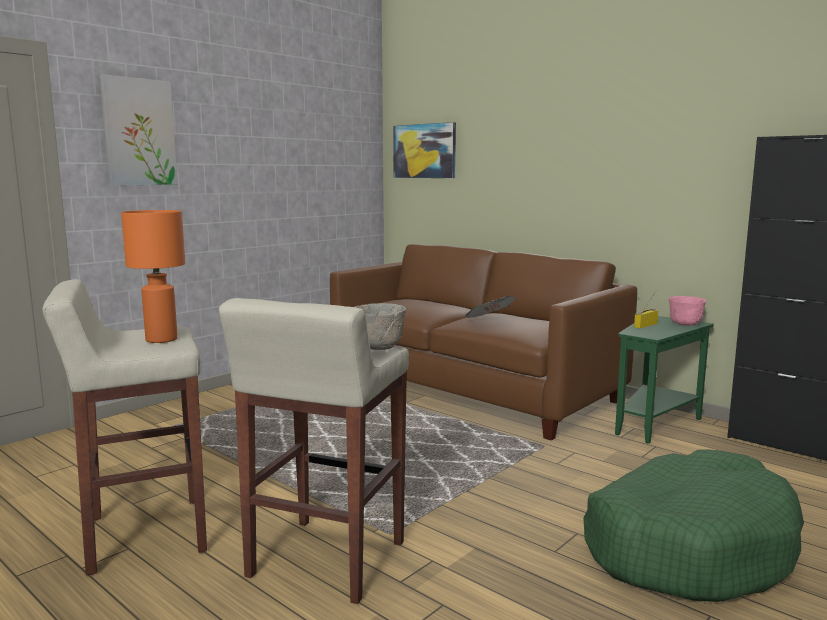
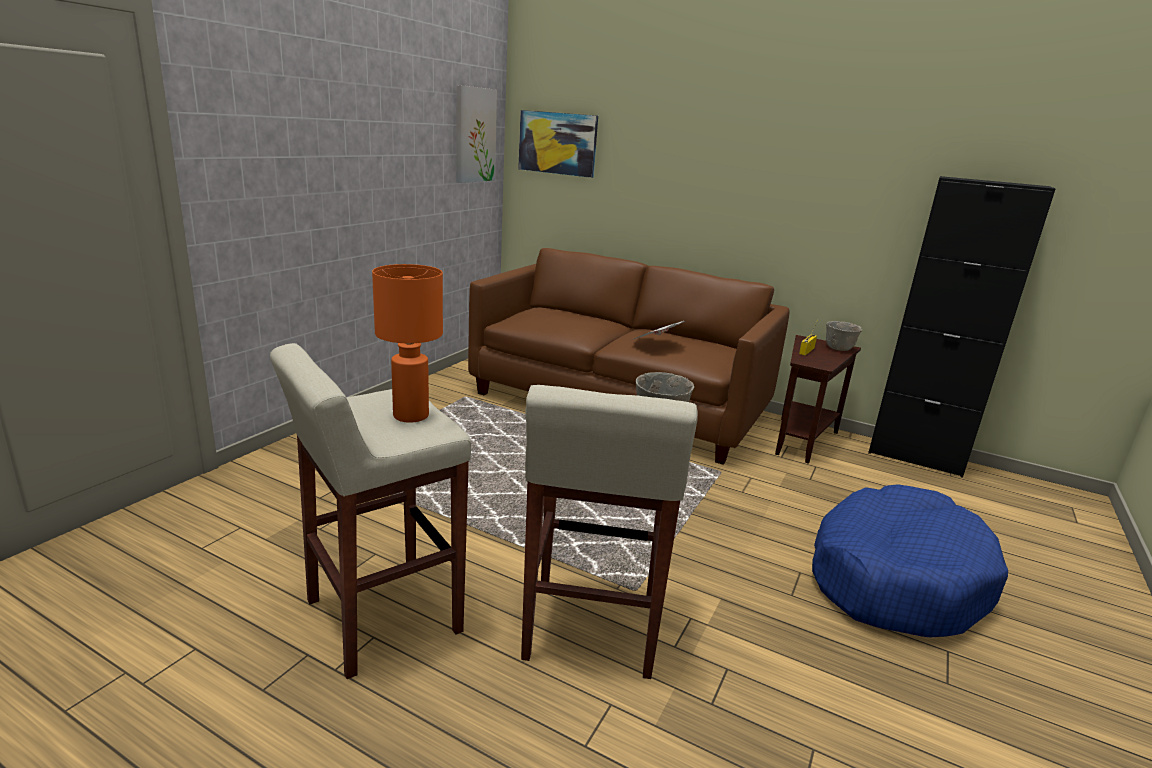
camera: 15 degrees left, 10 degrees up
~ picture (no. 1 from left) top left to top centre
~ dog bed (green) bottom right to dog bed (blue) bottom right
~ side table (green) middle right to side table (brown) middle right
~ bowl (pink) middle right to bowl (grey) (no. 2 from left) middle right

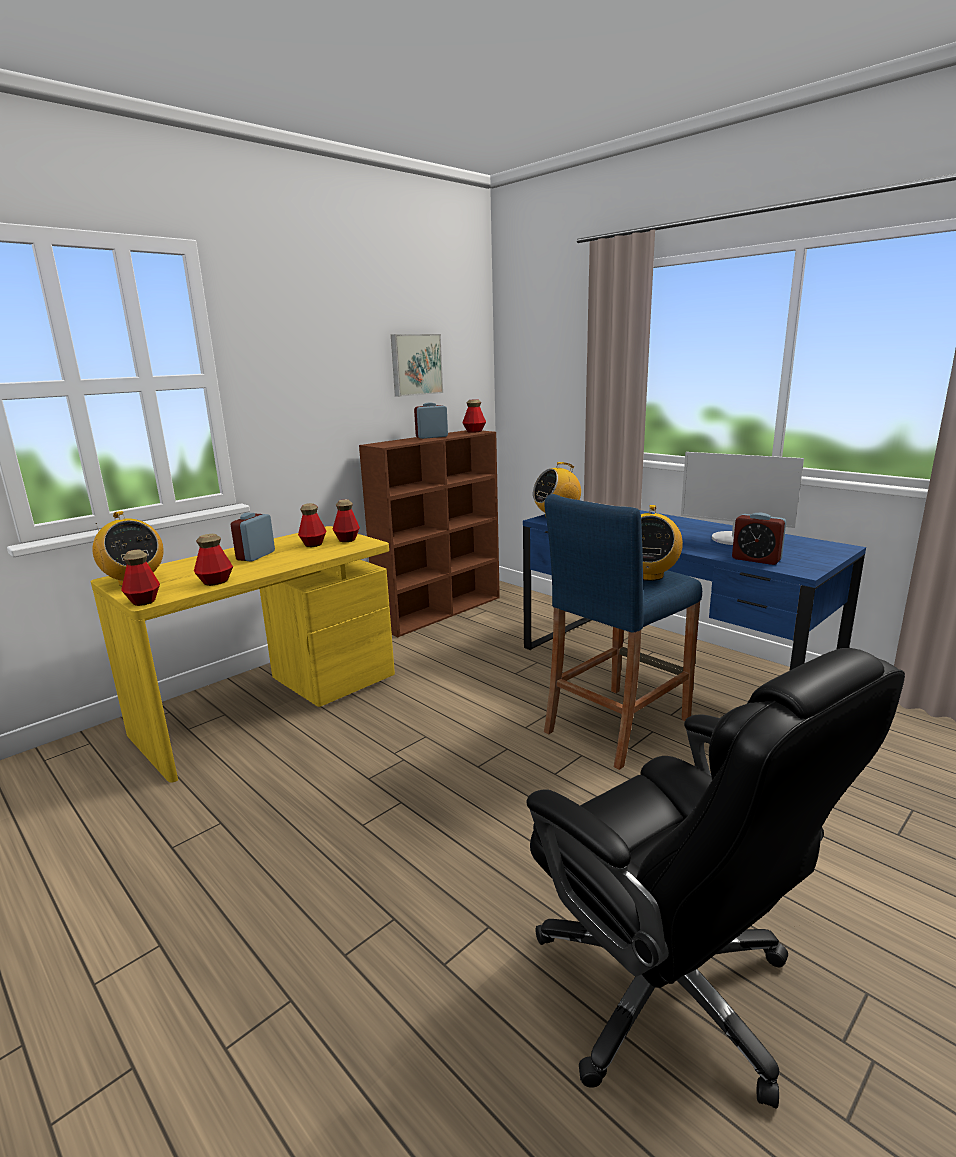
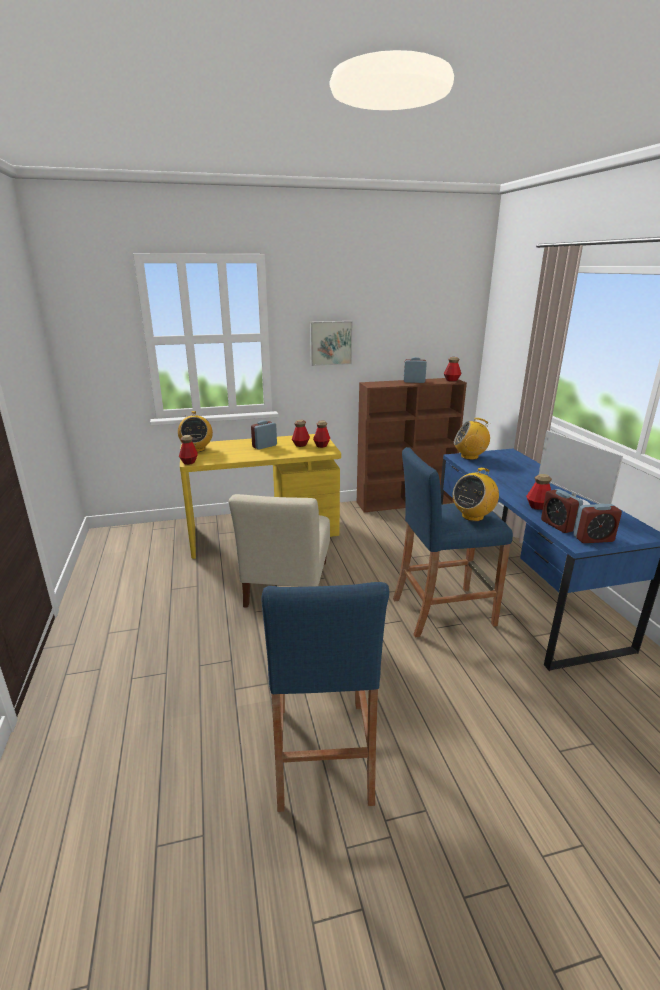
camera: 30 degrees right, 5 degrees up
+ chair (beige) centre
+ alarm clock (no. 4 from left) middle right
~ bottle (no. 2 from left in the first image) middle left to bottle (no. 5 from left) middle right
~ picture top centre to centre
~ office chair (black) bottom right to stool (blue) (no. 1 from left) bottom centre

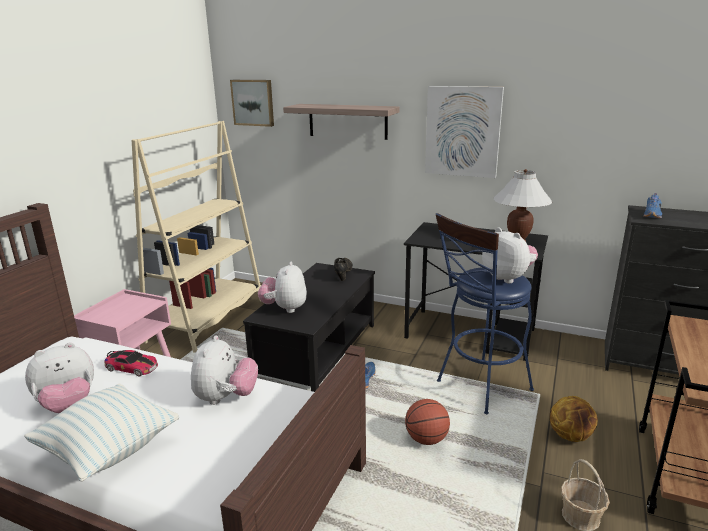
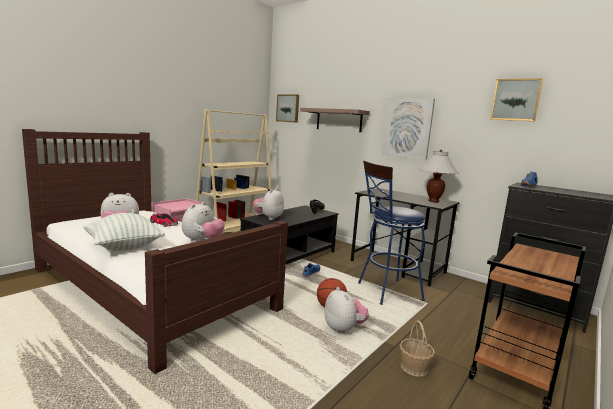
camera: 15 degrees right, 10 degrees down
- basketball (no. 2 from left) bottom right
+ picture (no. 3 from left) top right
~ plush toy (no. 4 from left) middle right to bottom centre

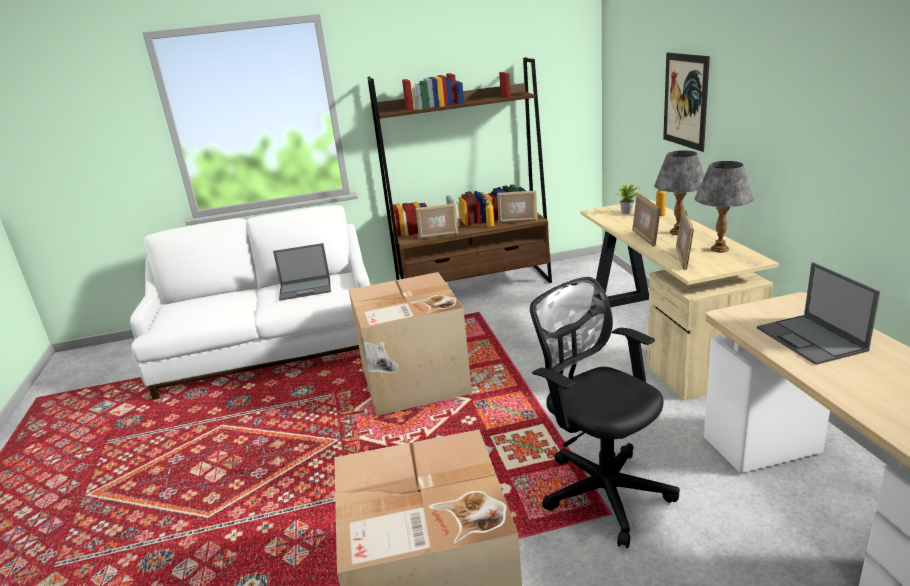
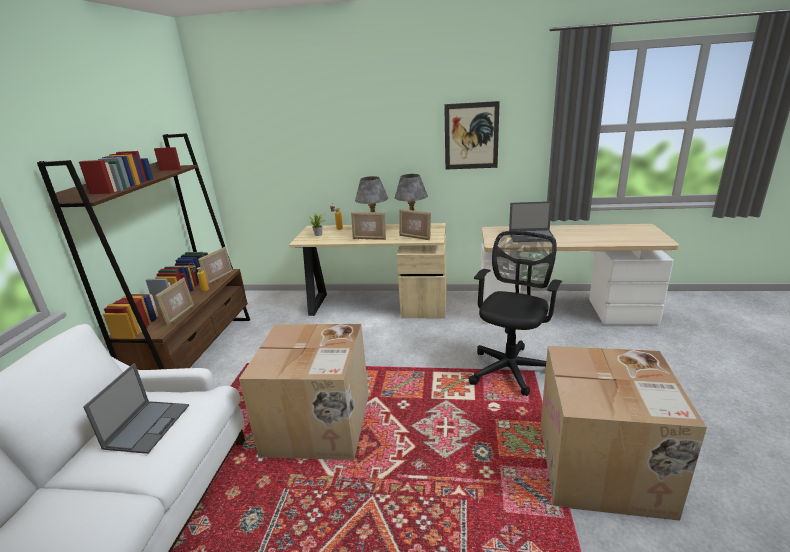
camera: 70 degrees left, 0 degrees up
~ picture top right to top centre
~ office chair (black) bottom centre = centre 135 degrees clockwise

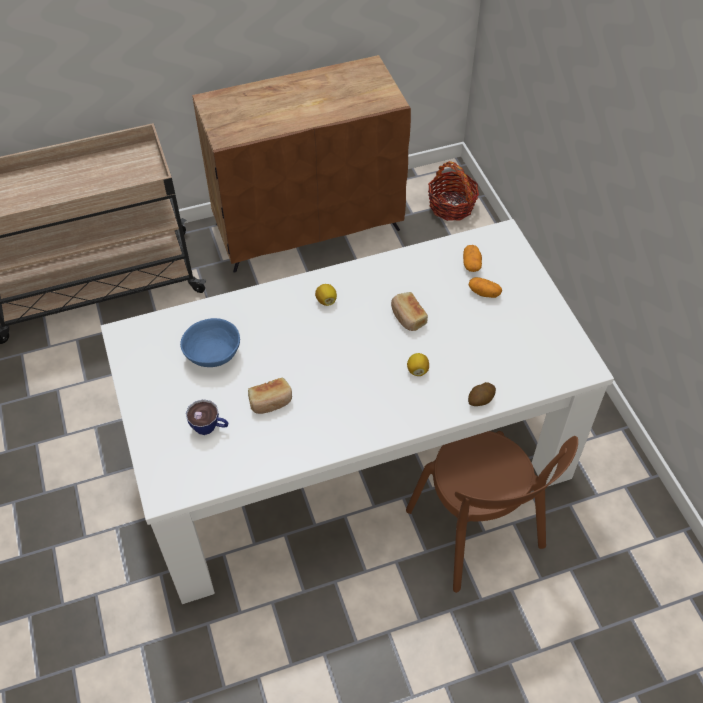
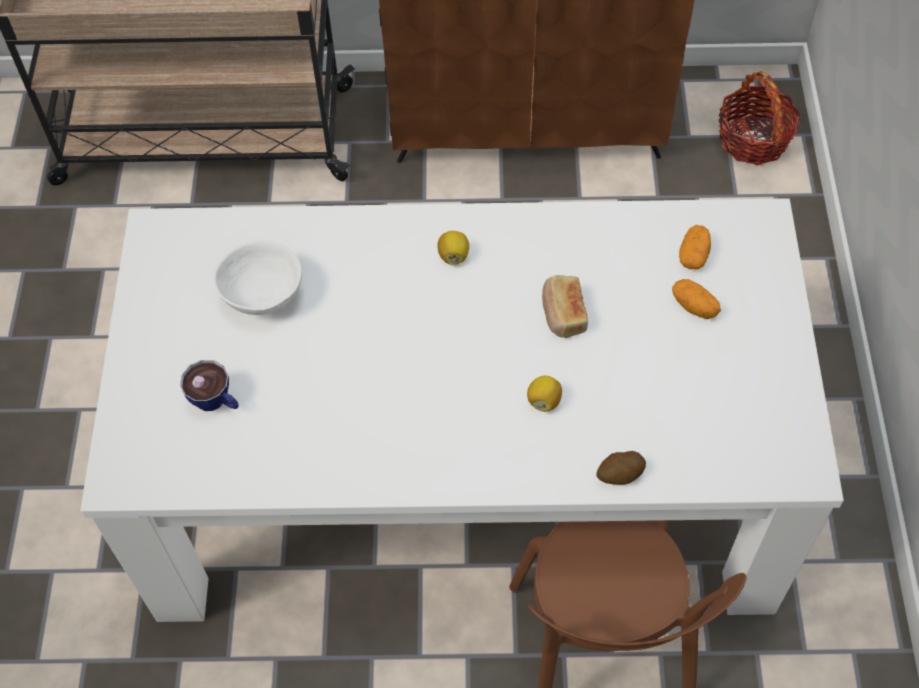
camera: 20 degrees right, 5 degrees up
- bread (no. 1 from left) centre
~ bowl (blue) middle left to bowl (white) middle left

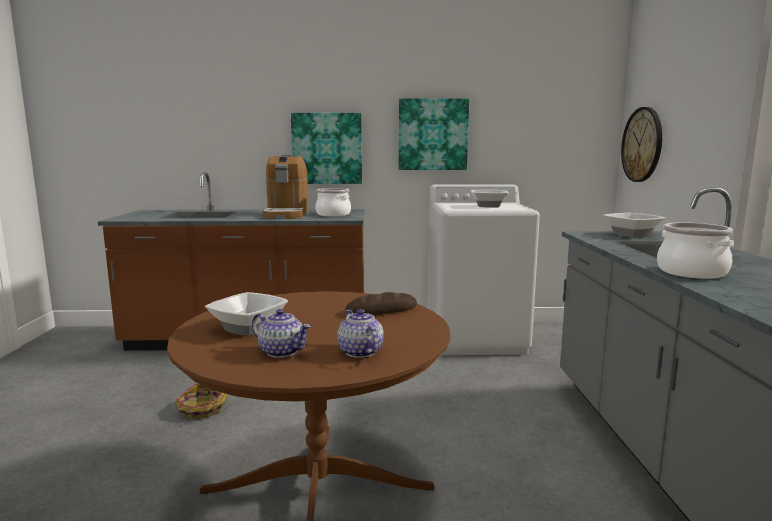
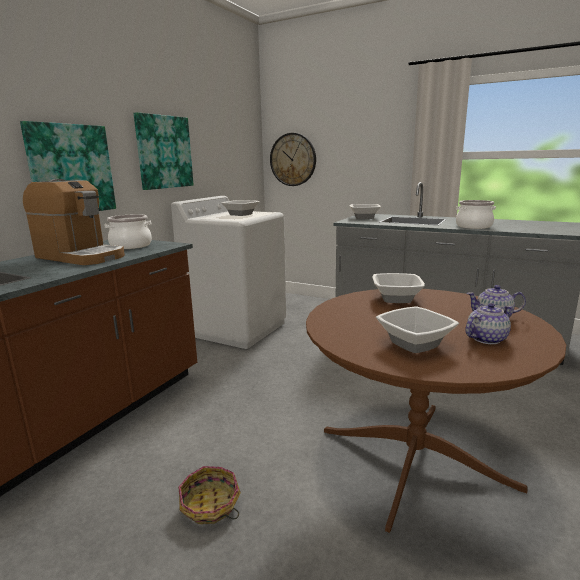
camera: 60 degrees left, 5 degrees up
~ bread centre to bowl (no. 3 from left) middle right

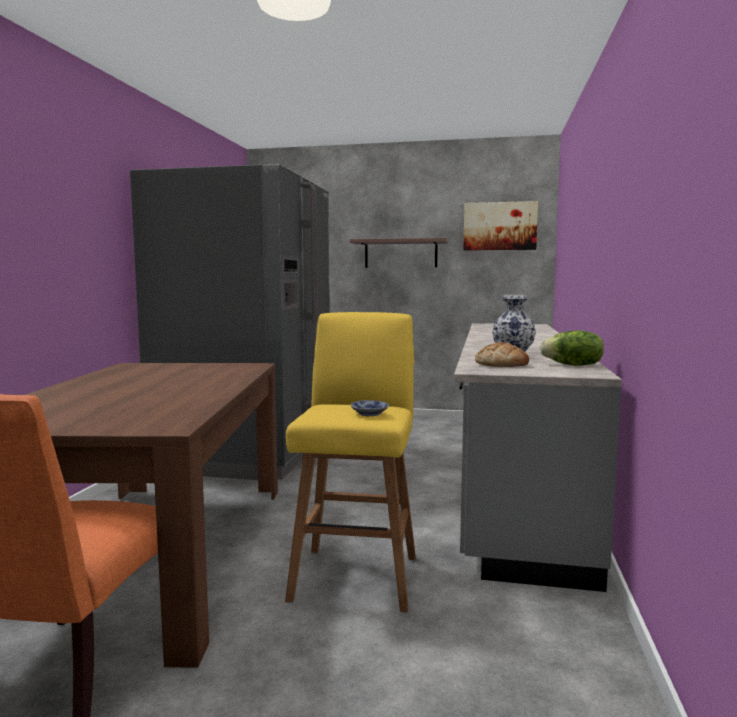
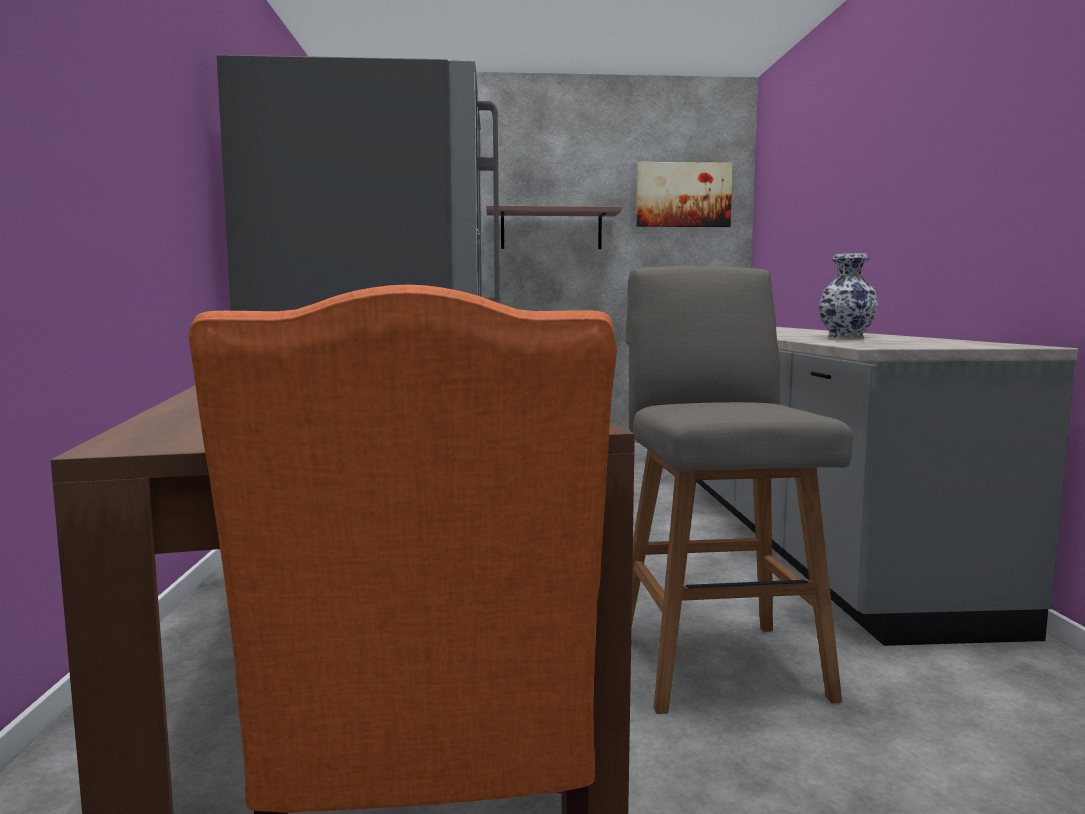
camera: 15 degrees left, 0 degrees up
- bowl centre
- bread middle right
- lettuce middle right
~ stool (yellow) centre to stool (grey) middle right

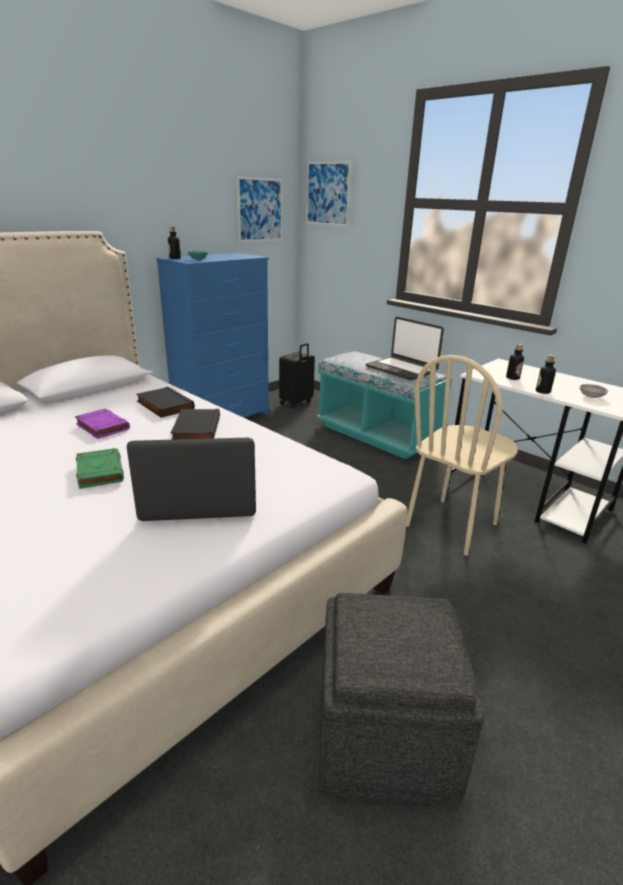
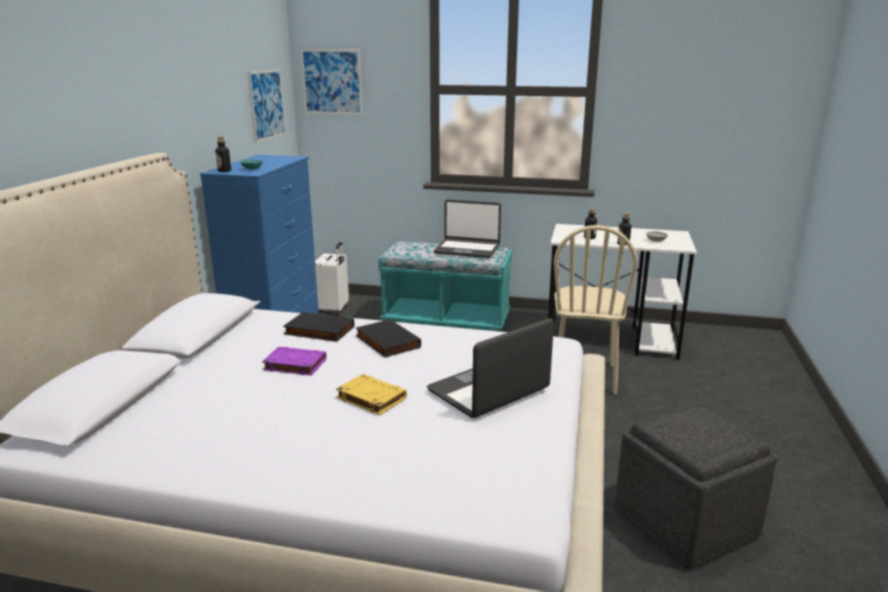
camera: 30 degrees left, 5 degrees down
~ book (green) middle left to book (yellow) centre
~ suitcase (black) centre to suitcase (white) centre

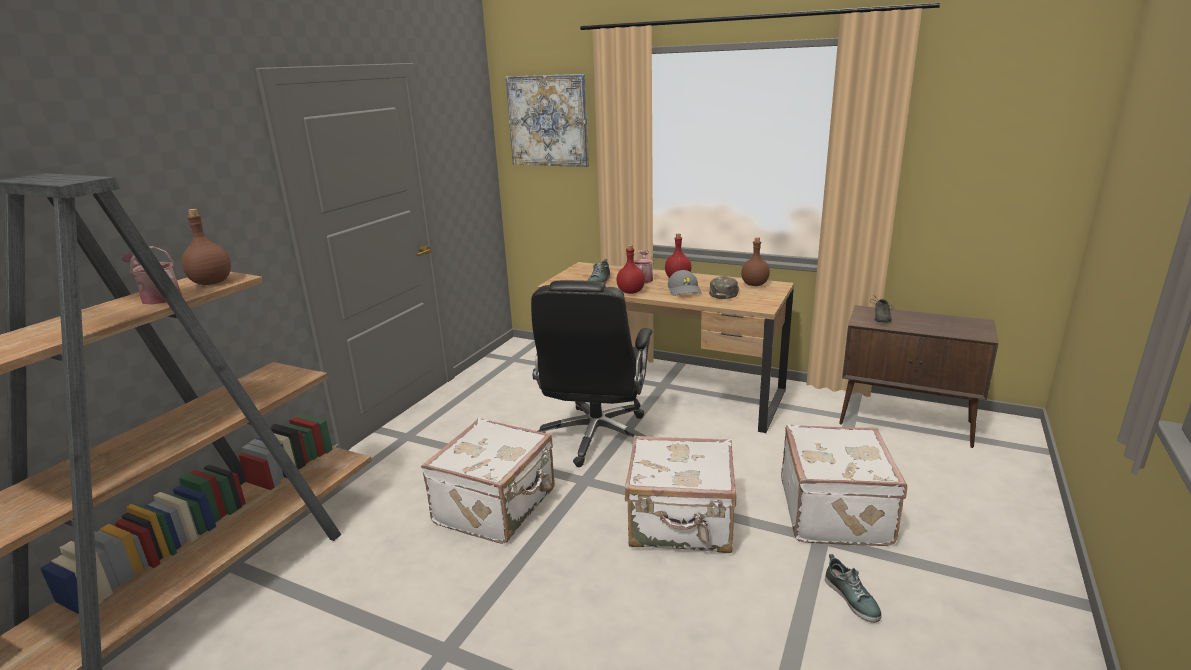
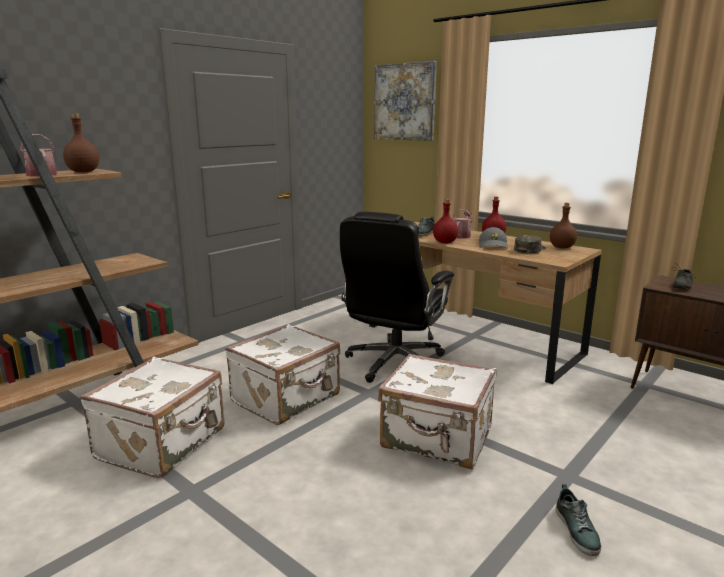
camera: 15 degrees right, 5 degrees down
~ suitcase (white) (no. 3 from left in the first image) bottom right to suitcase (white) (no. 1 from left) bottom left

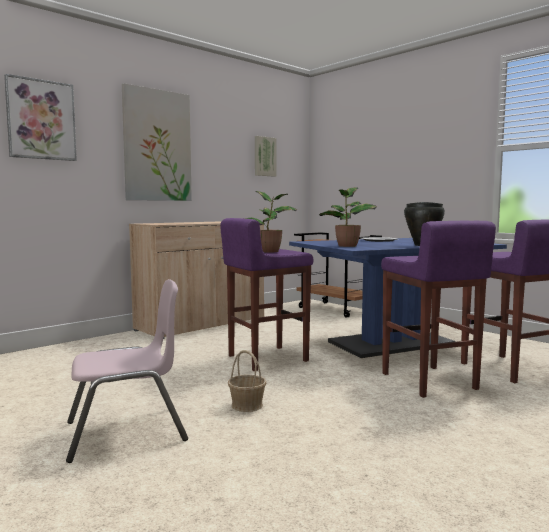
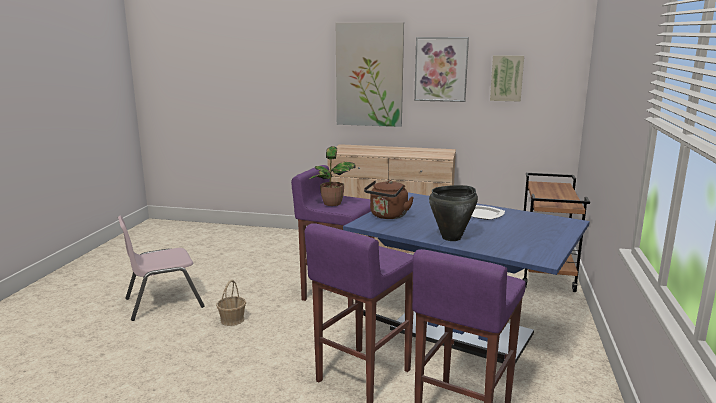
camera: 55 degrees right, 10 degrees up
~ picture (no. 1 from left in the first image) top left to picture (no. 2 from left) top centre
~ potted plant (no. 2 from left) centre to kettle (brown) centre
~ chair (pink) bottom left = middle left 120 degrees clockwise

